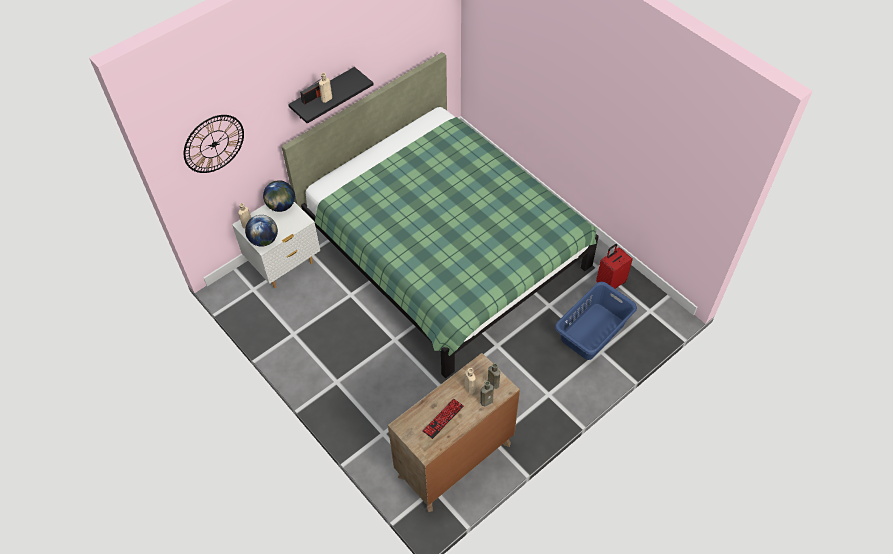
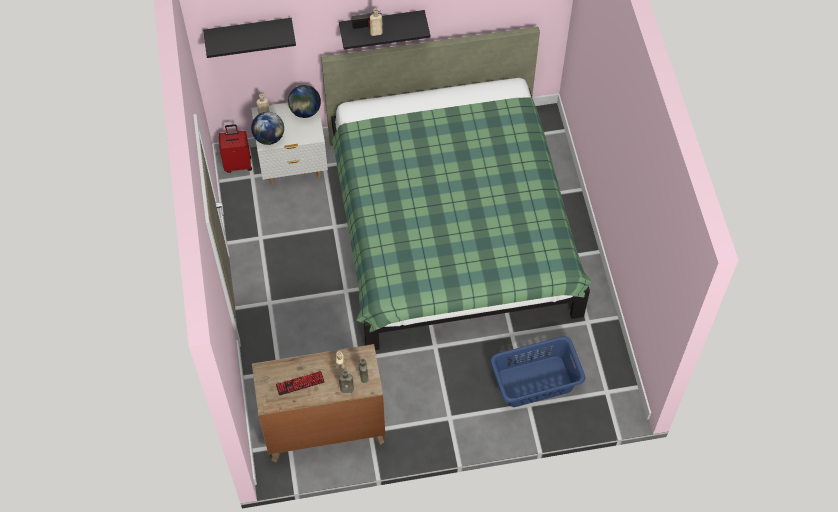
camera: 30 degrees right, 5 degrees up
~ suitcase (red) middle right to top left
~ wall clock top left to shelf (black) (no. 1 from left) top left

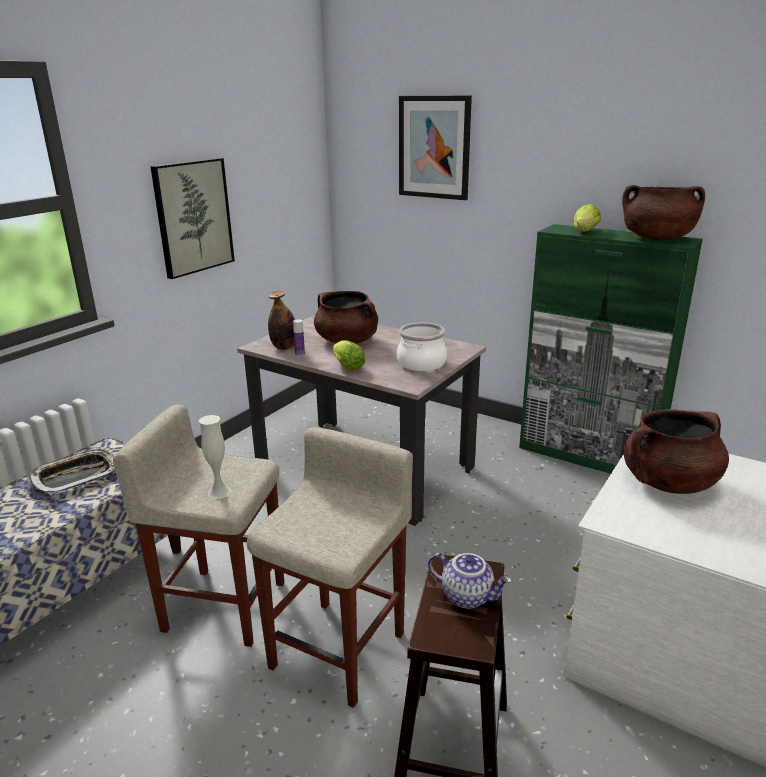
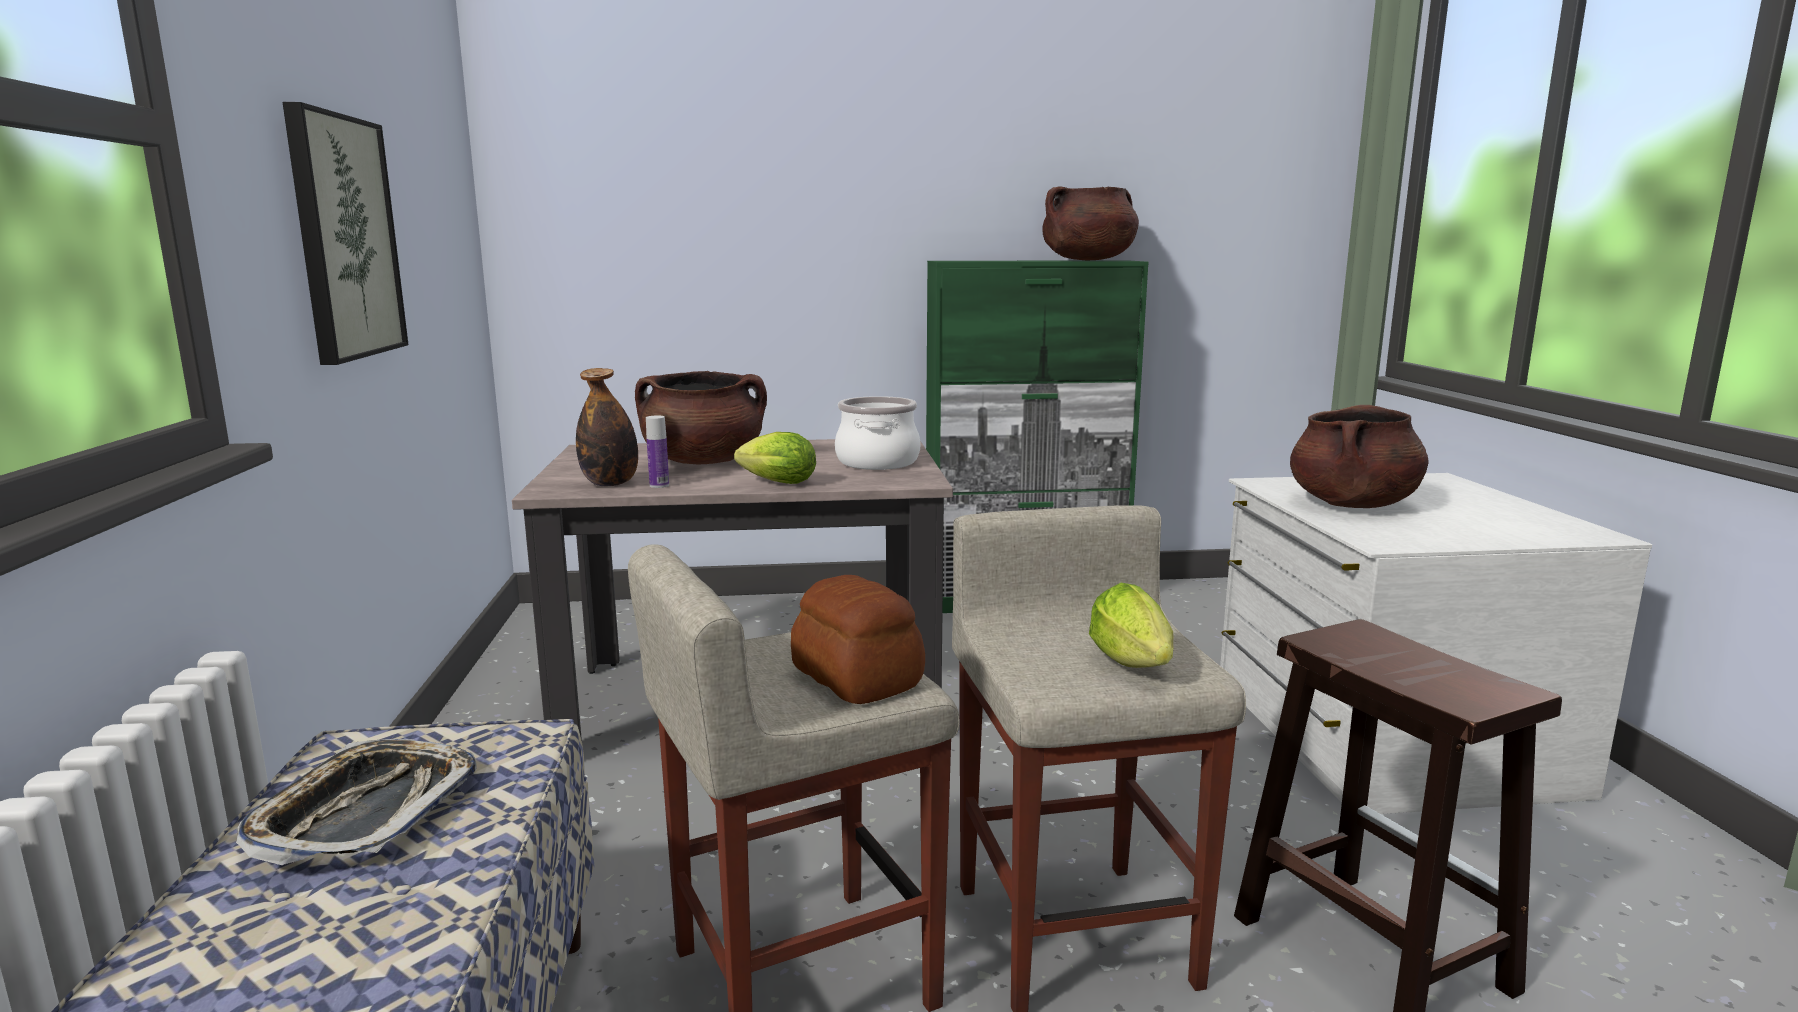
camera: 40 degrees left, 10 degrees down
- picture (no. 2 from left) top centre
- teapot bottom centre
~ lettuce (no. 2 from left) top right to centre
~ vase (white) middle left to bread centre

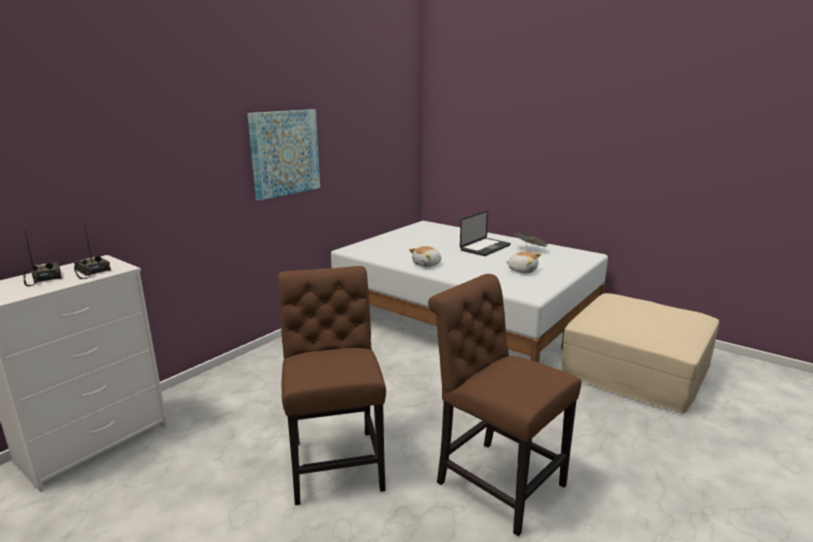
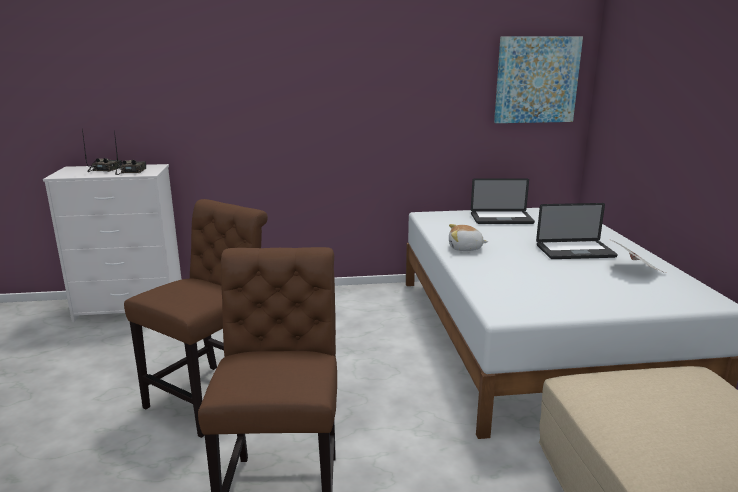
camera: 45 degrees right, 0 degrees up
- plush toy (no. 2 from left) centre
+ laptop (no. 1 from left) middle right
~ picture top centre to top right

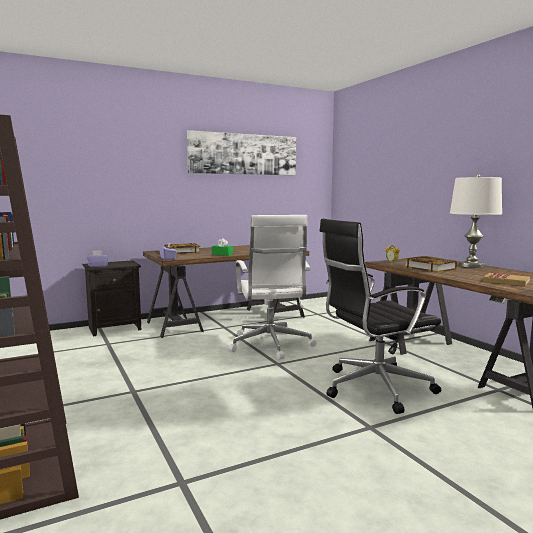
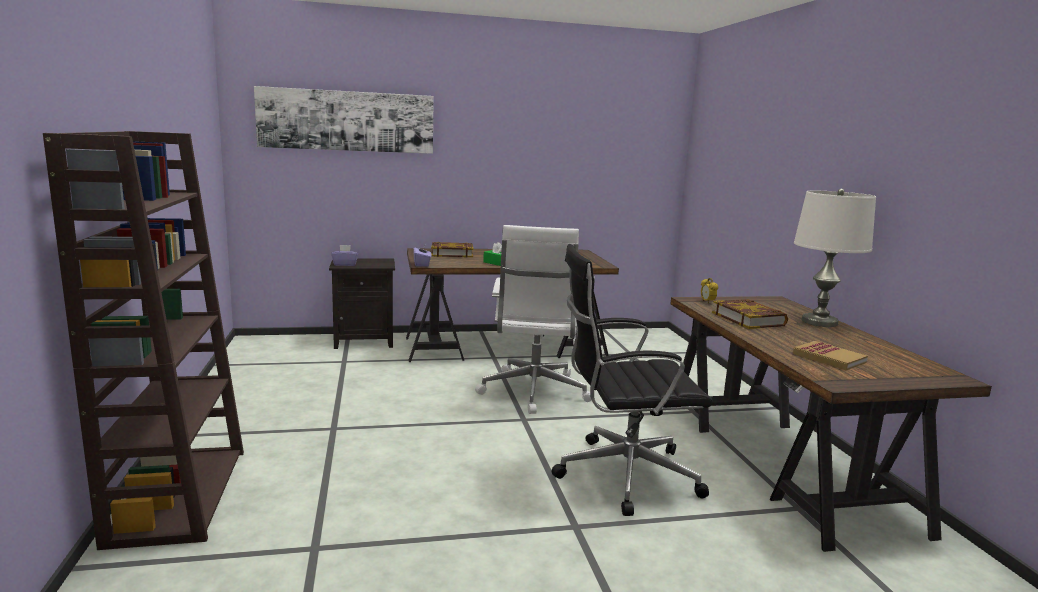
camera: 15 degrees right, 5 degrees up
~ picture top centre to top left

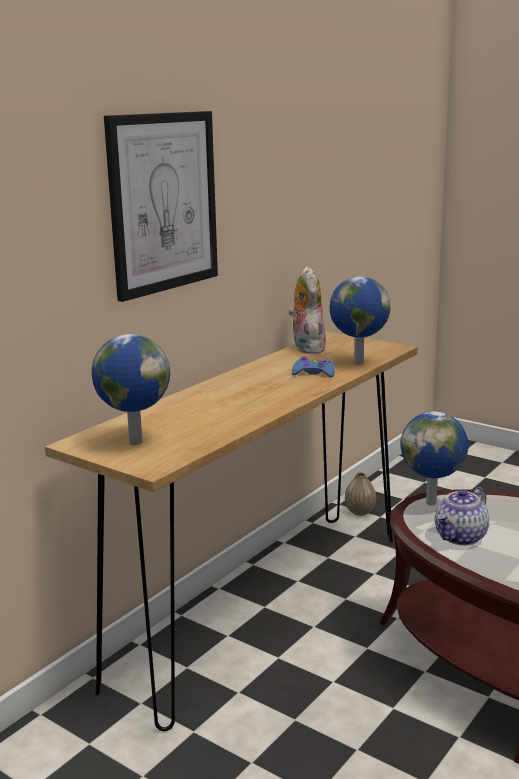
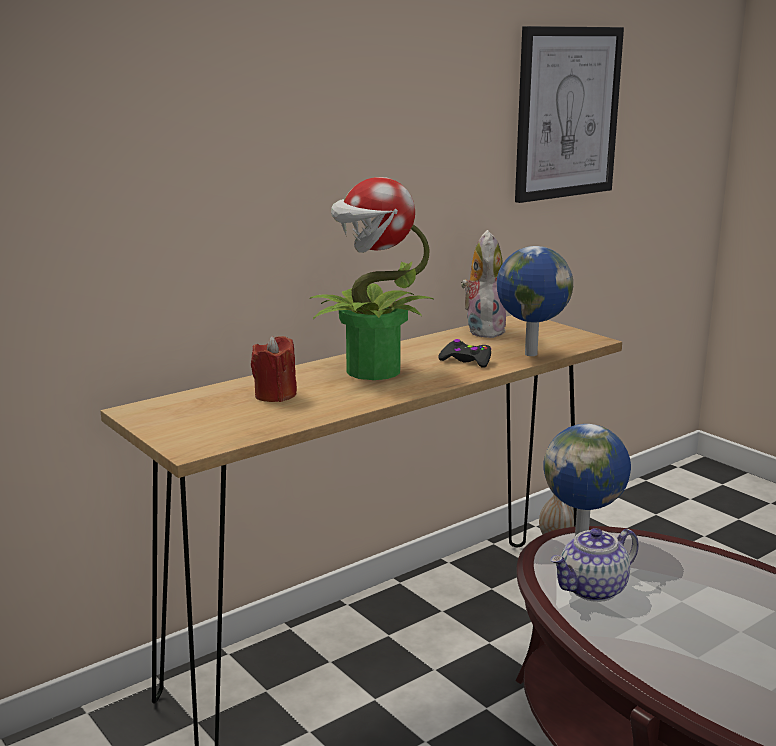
camera: 15 degrees right, 0 degrees up
- globe (no. 1 from left) middle left
+ candle (red) centre
+ potted plant centre
~ picture top left to top right
~ game controller (blue) centre to game controller (black) centre

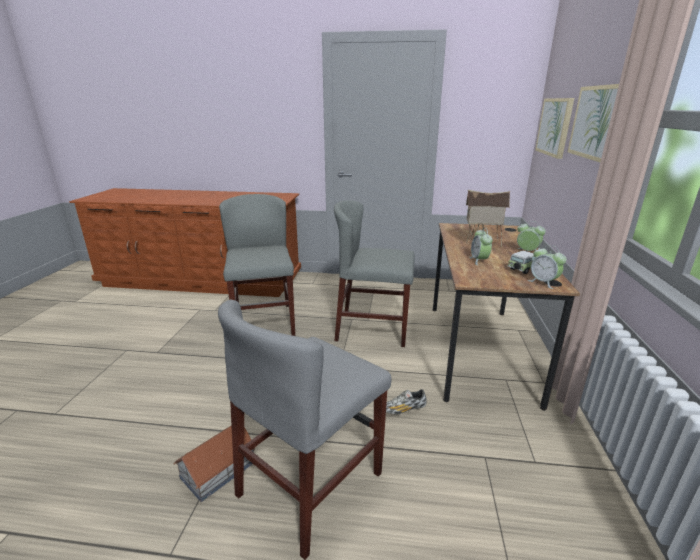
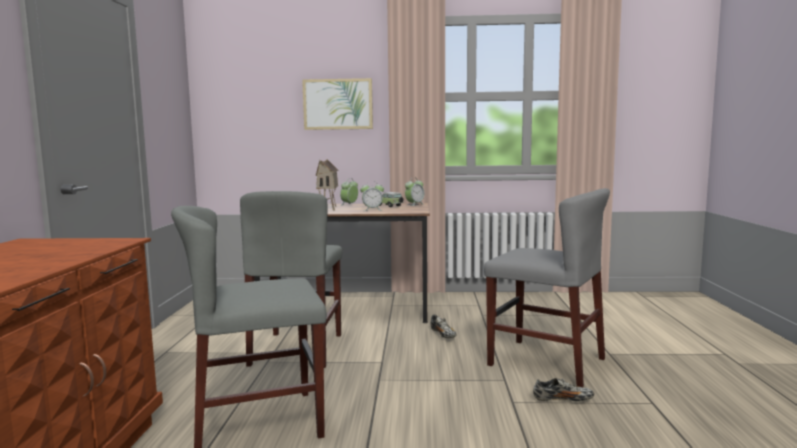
camera: 95 degrees left, 15 degrees down
- picture (no. 1 from left) top right
~ toy house (no. 1 from left) bottom left to shoe (no. 2 from left) bottom right

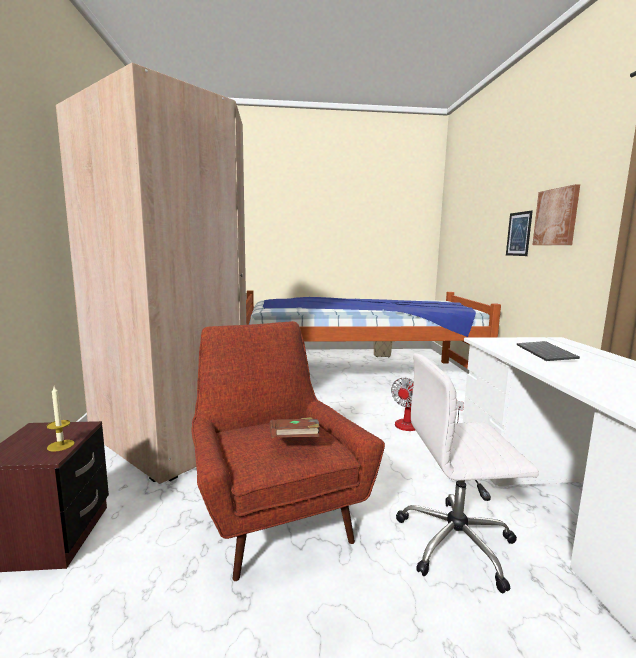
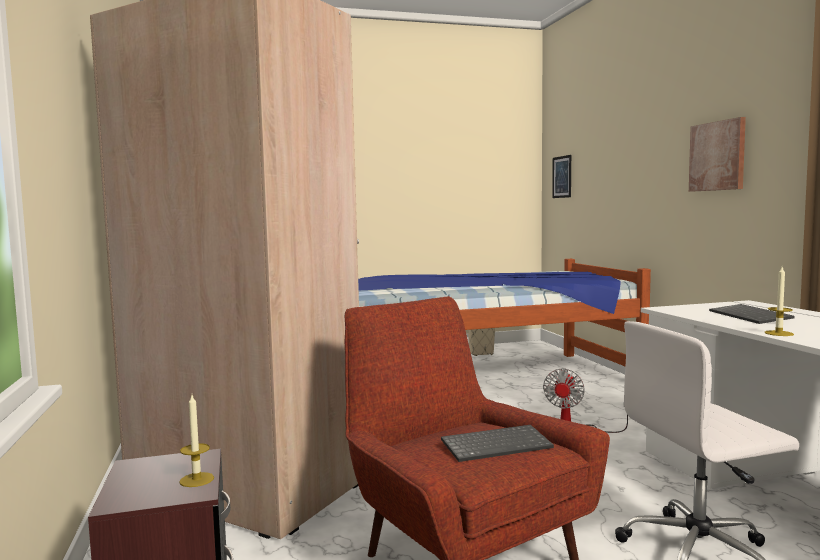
camera: 10 degrees left, 5 degrees down
+ candle (no. 2 from left) middle right
~ picture (no. 1 from left) middle right to top right
~ book (brown) centre to keyboard (no. 1 from left) bottom centre

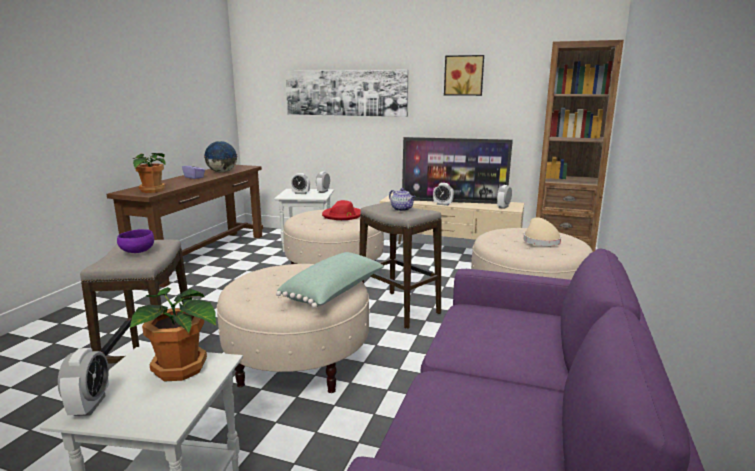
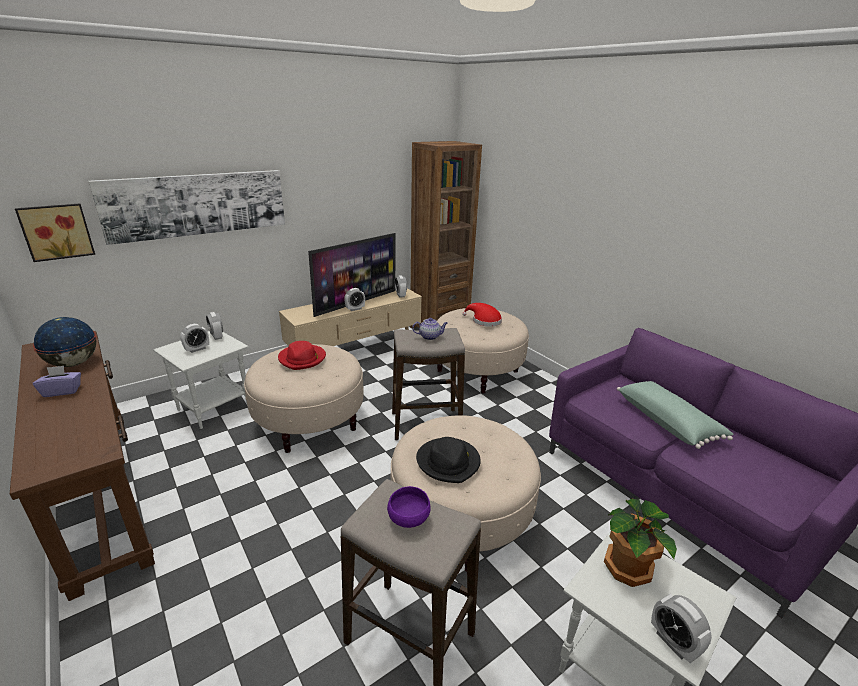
camera: 55 degrees left, 10 degrees up
- potted plant (no. 1 from left) middle left
+ hat (black) bottom centre
~ pillow (green) centre to middle right
~ picture (no. 2 from left in the first image) top centre to picture (no. 1 from left) middle left
~ hat (beige) middle right to hat (red) (no. 2 from left) centre
~ alarm clock (no. 1 from left in the first image) bottom left = bottom right 150 degrees counterclockwise

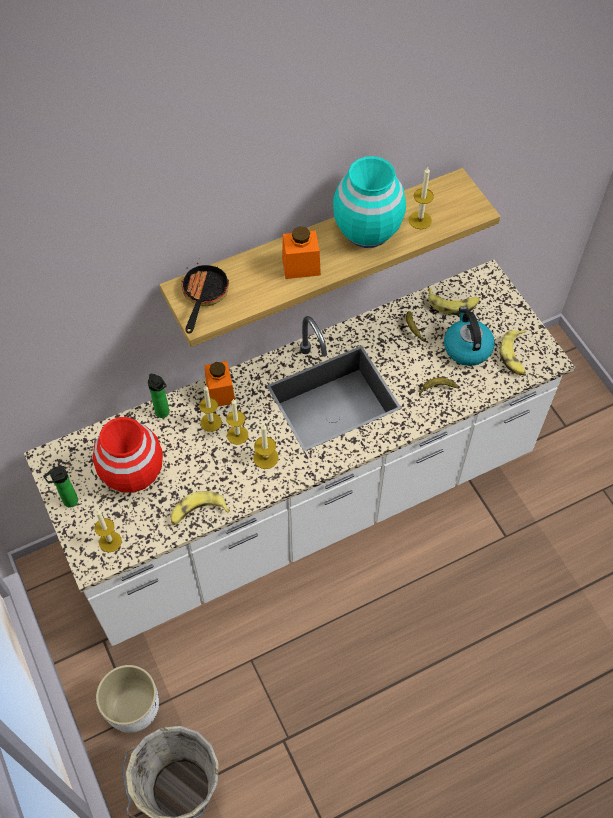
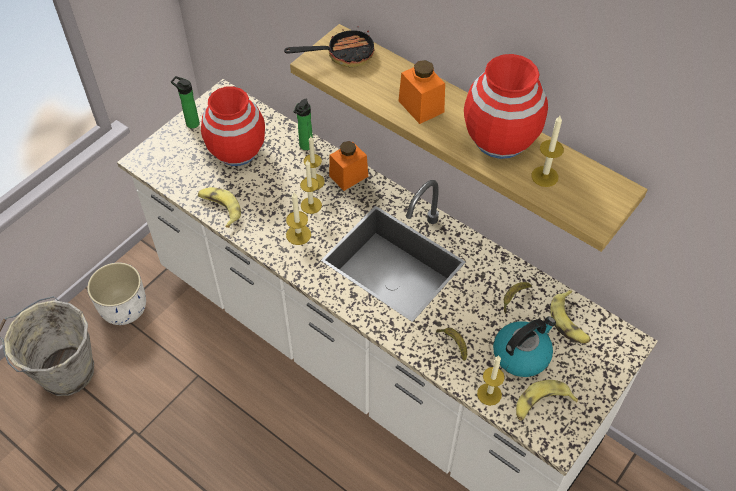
camera: 65 degrees right, 5 degrees down
~ candle (no. 1 from left in the first image) middle left to candle (no. 4 from left) bottom right
~ vase (turquoise) top centre to vase (red) (no. 2 from left) top right

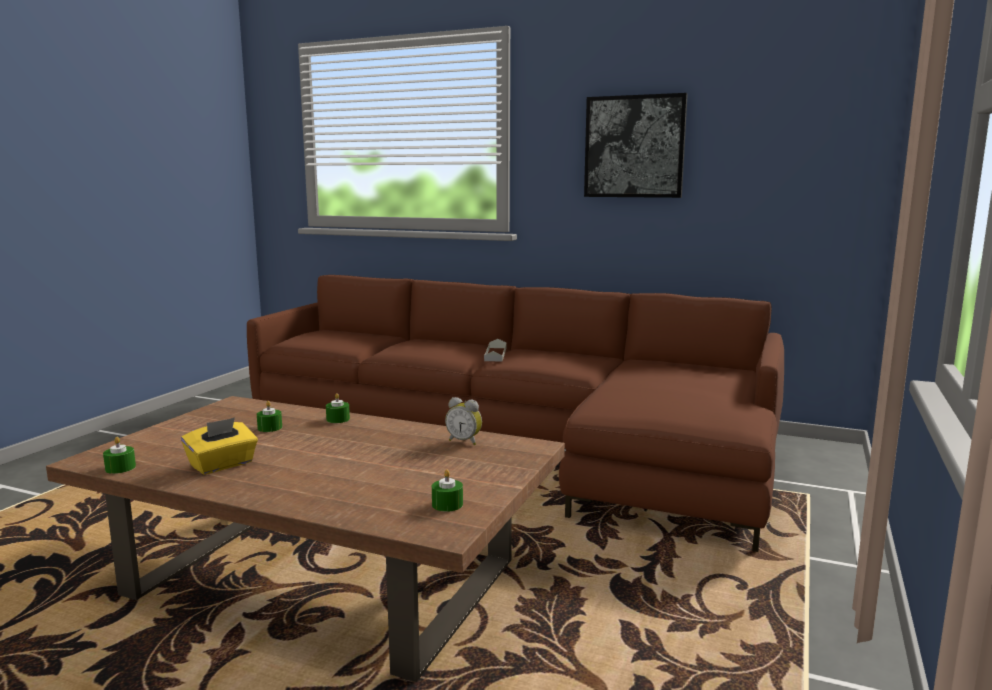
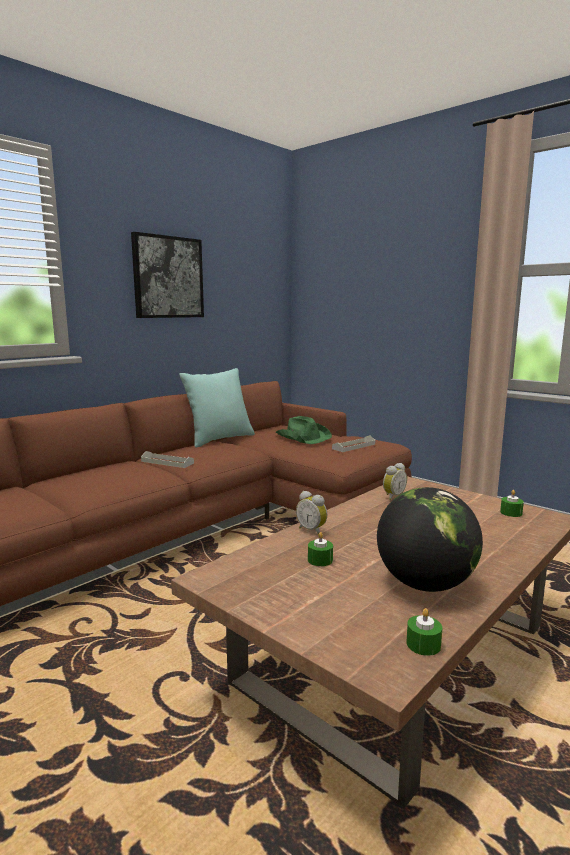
camera: 70 degrees left, 0 degrees up
+ pillow (turquoise) centre
+ hat (green) centre
+ tray (grey) (no. 2 from left) centre
~ tissue box (yellow) middle left to globe middle right
~ candle (green) (no. 3 from left) centre to alarm clock (no. 1 from left) centre

